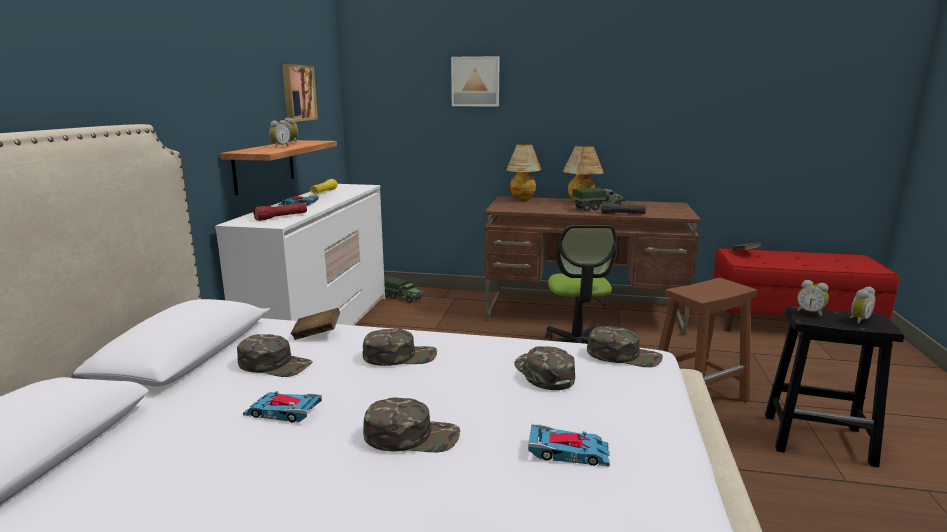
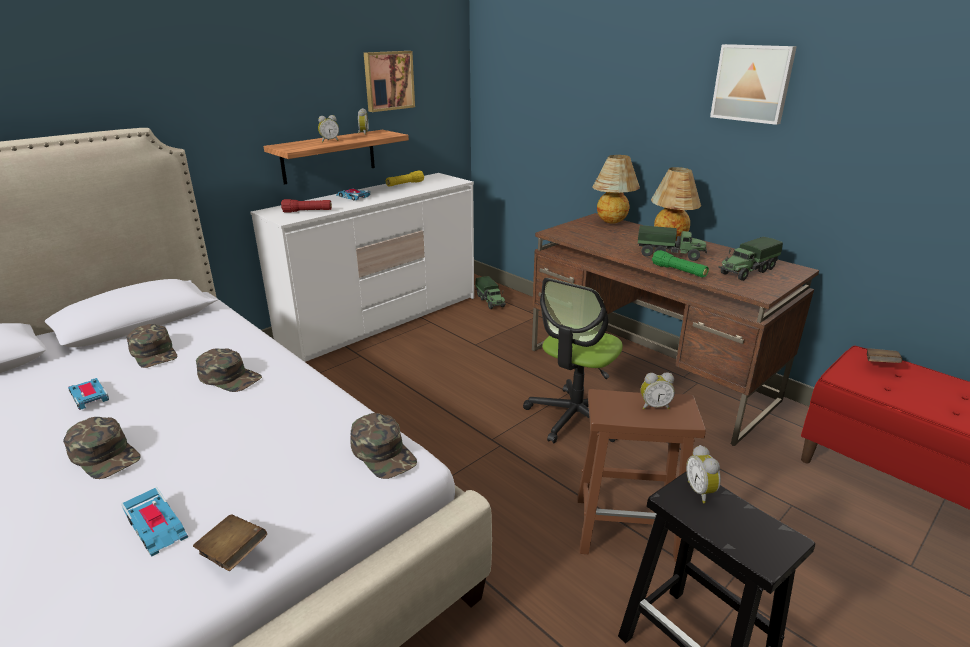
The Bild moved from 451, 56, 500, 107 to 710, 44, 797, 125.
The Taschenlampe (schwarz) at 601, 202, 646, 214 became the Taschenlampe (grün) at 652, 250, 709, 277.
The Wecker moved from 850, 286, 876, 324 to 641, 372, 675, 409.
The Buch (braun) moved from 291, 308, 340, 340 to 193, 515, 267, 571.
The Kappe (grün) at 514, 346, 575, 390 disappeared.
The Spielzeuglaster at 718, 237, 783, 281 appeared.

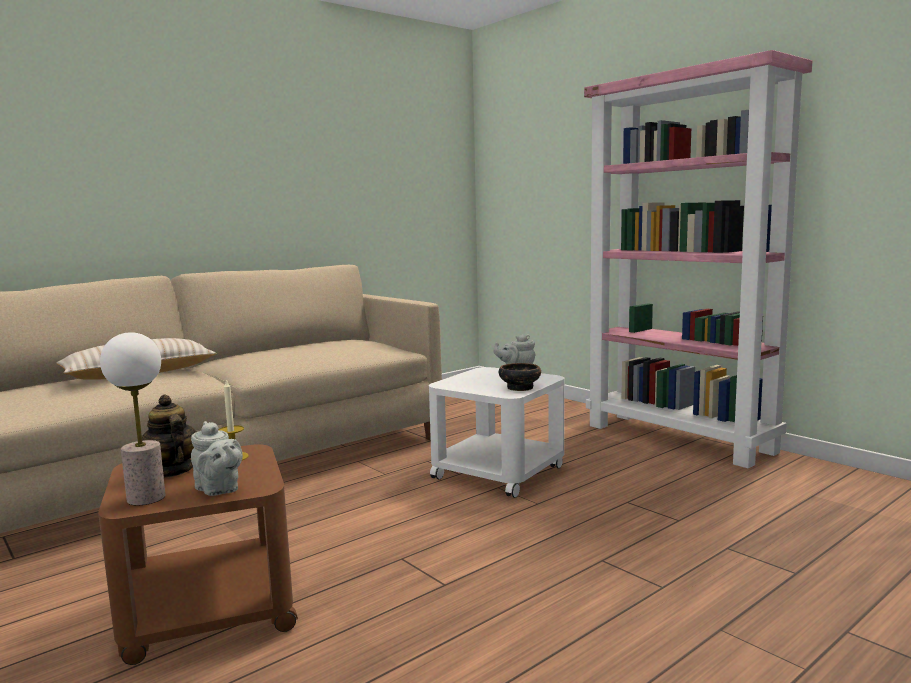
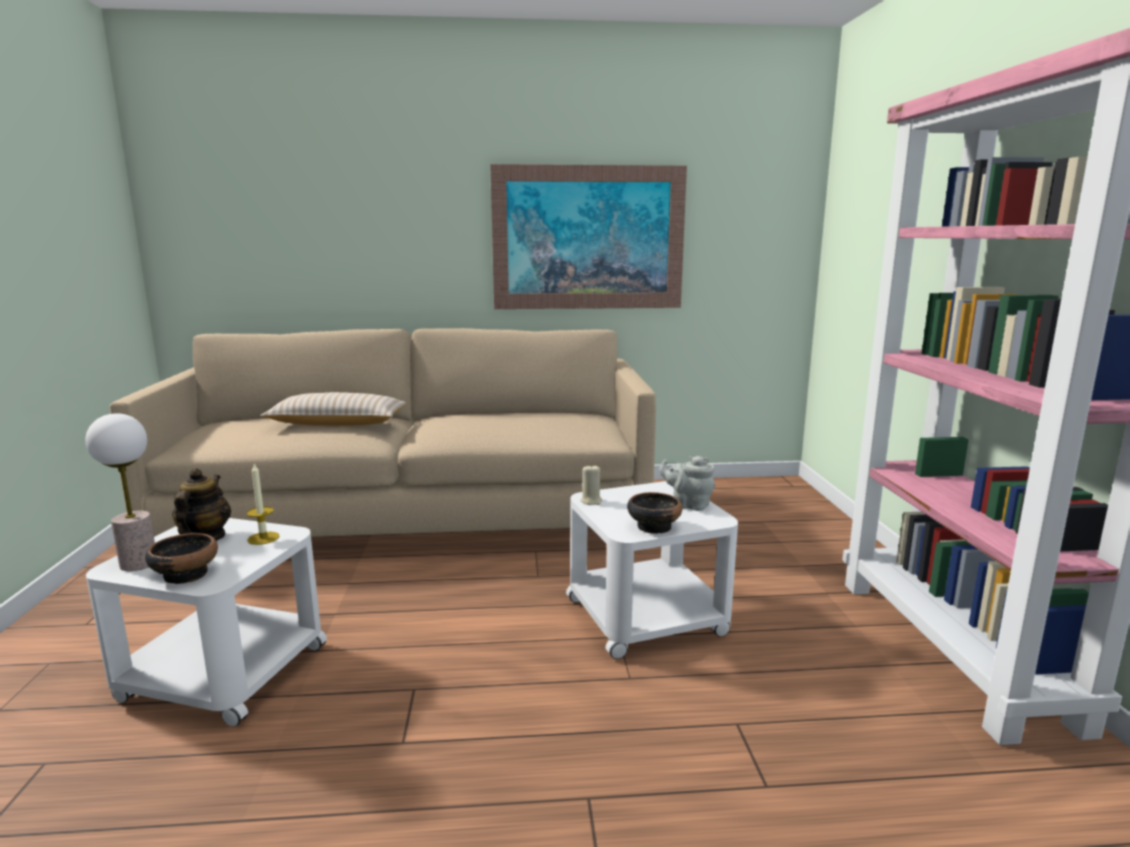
The Teekanne (grau) at 191, 421, 243, 496 was replaced by the Schüssel at 145, 533, 218, 584.
The Beistelltisch (braun) at 98, 444, 298, 665 became the Beistelltisch (weiß) at 86, 518, 327, 727.
The Bild at 490, 164, 687, 309 appeared.
The Kerze (beige) at 580, 464, 602, 505 appeared.

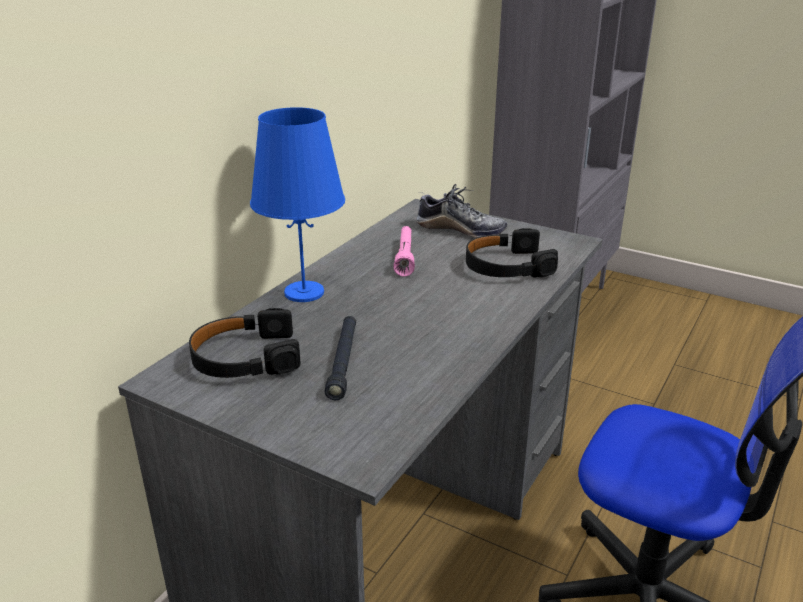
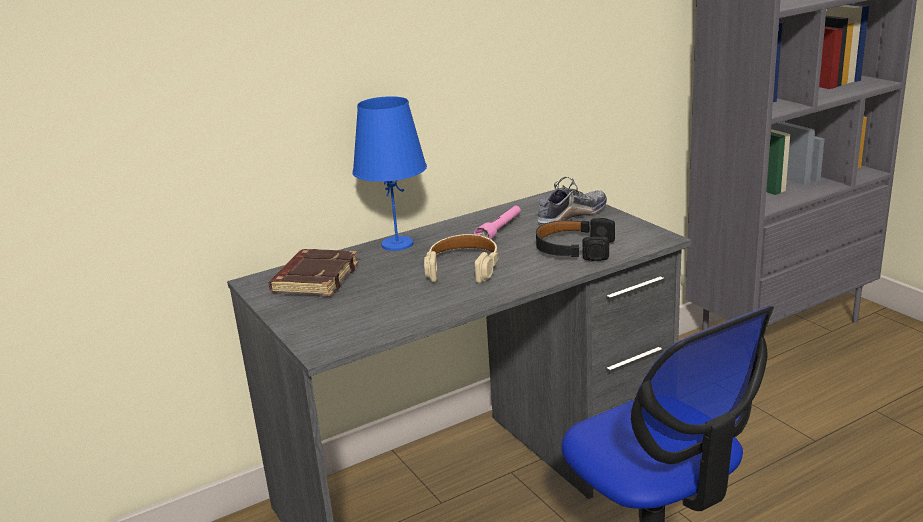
The Schuh at 417, 184, 507, 238 turned 90 degrees counterclockwise.
The Kopfhörer (schwarz) at 189, 308, 301, 378 was replaced by the Buch (braun) at 269, 249, 359, 296.
The Taschenlampe (schwarz) at 324, 316, 356, 400 disappeared.
The Kopfhörer (beige) at 424, 234, 498, 283 appeared.

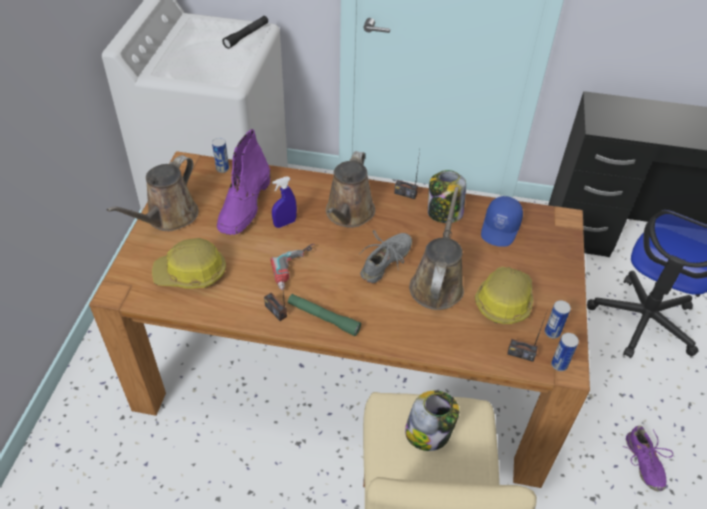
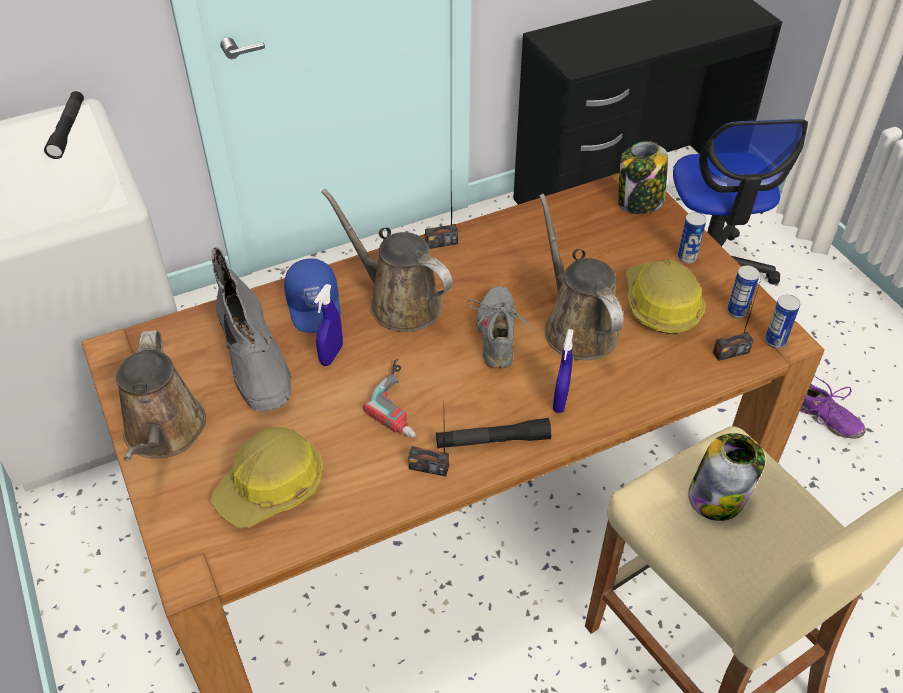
The Stiefel (lila) at 217, 129, 271, 235 became the Stiefel (grau) at 212, 247, 292, 412.
The Dose moved from 212, 138, 229, 173 to 677, 212, 706, 264.
The Gießkanne (braun) at 326, 151, 375, 228 turned 150 degrees clockwise.
The Vorratsglas moved from 428, 170, 466, 223 to 618, 141, 668, 214.
The Kappe (blau) moved from 481, 196, 523, 247 to 284, 259, 341, 333.
The Taschenlampe (grün) at 288, 294, 361, 336 became the Taschenlampe (schwarz) at 436, 418, 551, 448.
The Sprühflasche (blau) at 553, 329, 574, 413 appeared.

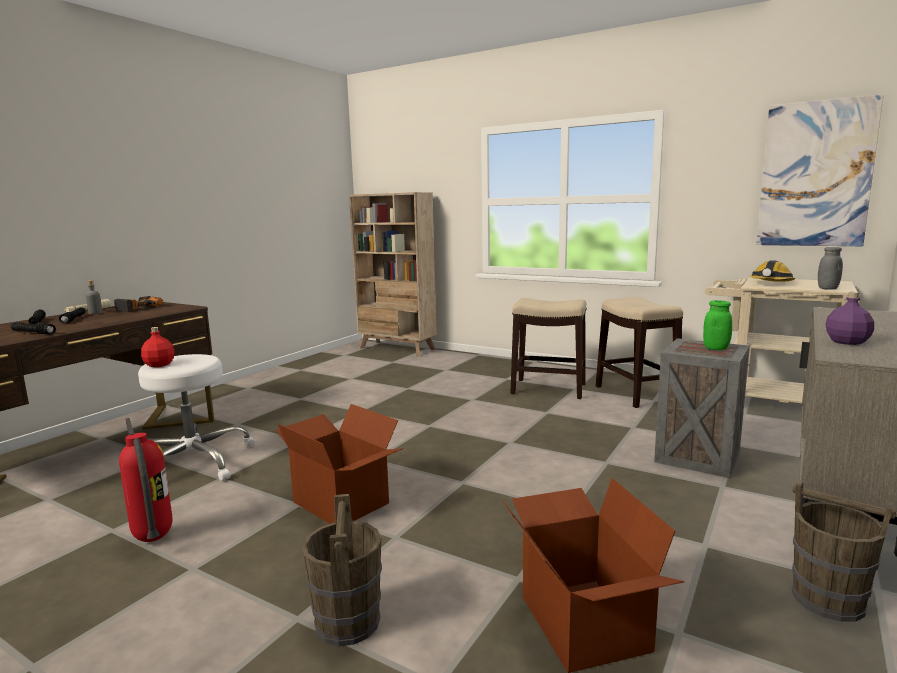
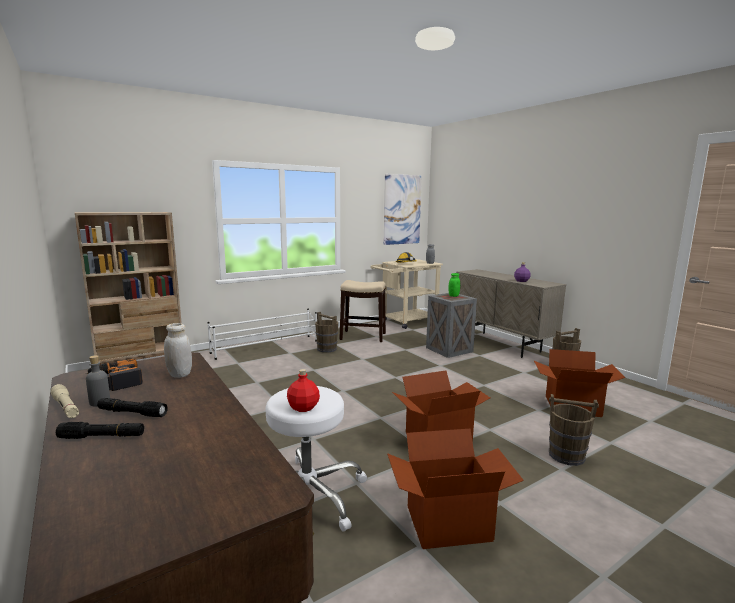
The Hocker at 510, 298, 587, 399 was replaced by the Eimer (braun) at 315, 312, 338, 353.
The Taschenlampe (schwarz) at 11, 322, 56, 334 disappeared.
The Feuerlöscher at 119, 418, 173, 542 was replaced by the Karton at 387, 429, 524, 549.
The Schuhregal (weiß) at 207, 309, 317, 360 appeared.
The Vorratsglas (weiß) at 164, 323, 192, 378 appeared.

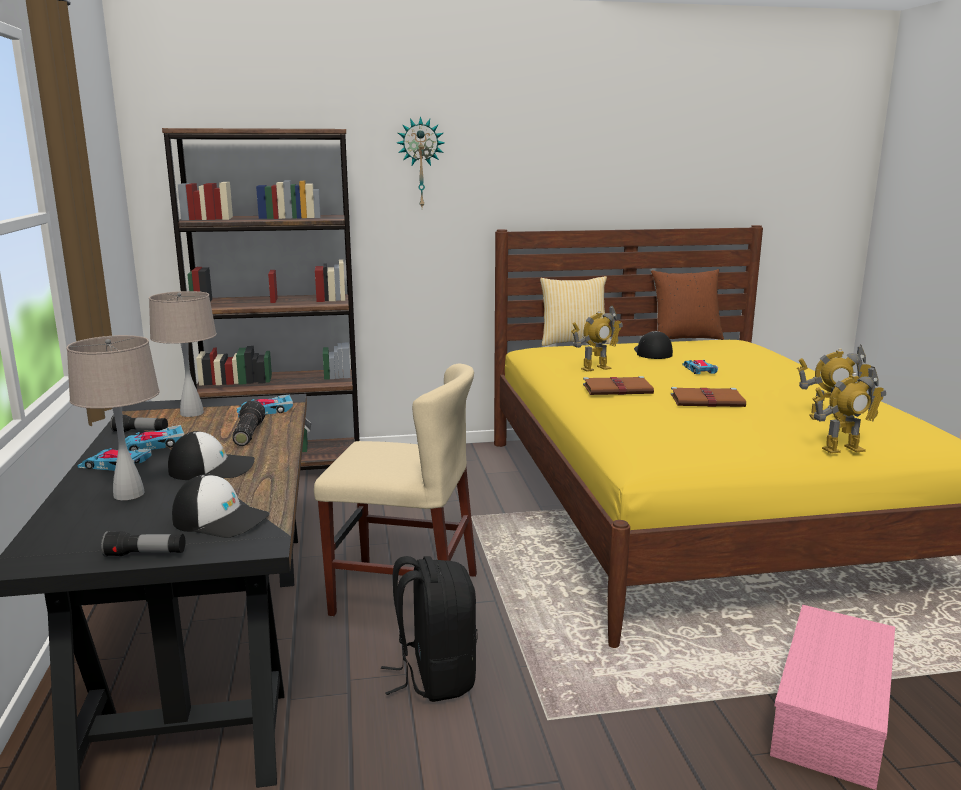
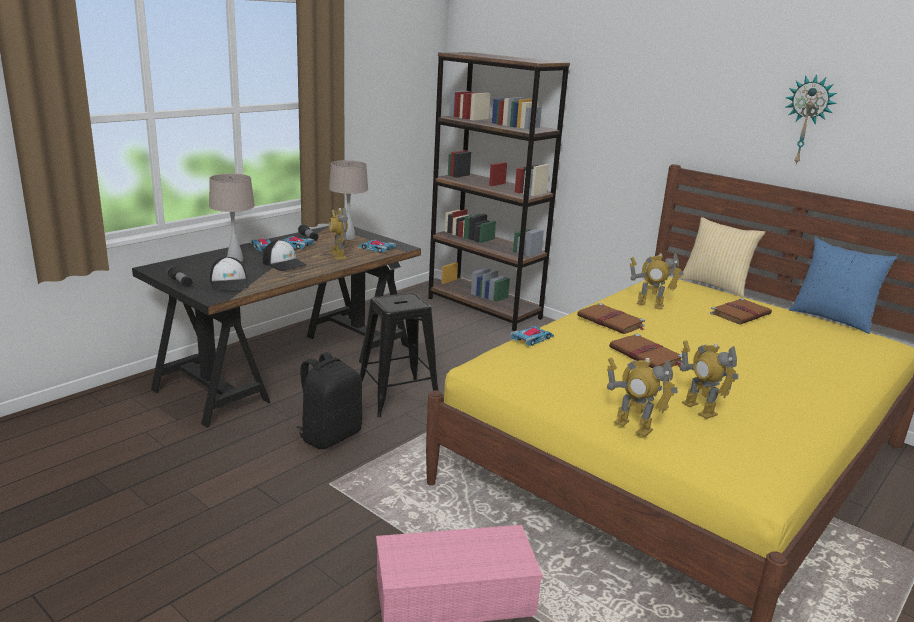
The Wanduhr moved from 397, 116, 445, 207 to 785, 74, 837, 165.
The Kissen (braun) at 651, 269, 724, 340 became the Kissen (blau) at 789, 238, 897, 334.
The Kappe at 634, 331, 673, 359 was replaced by the Buch (braun) at 710, 298, 772, 324.
The Spielzeugauto moved from 683, 360, 718, 374 to 511, 326, 554, 346.
The Stuhl (beige) at 314, 363, 477, 616 was replaced by the Hocker (schwarz) at 360, 293, 438, 417.
The Taschenlampe at 232, 400, 265, 446 was replaced by the Spielzeugroboter at 329, 208, 348, 260.

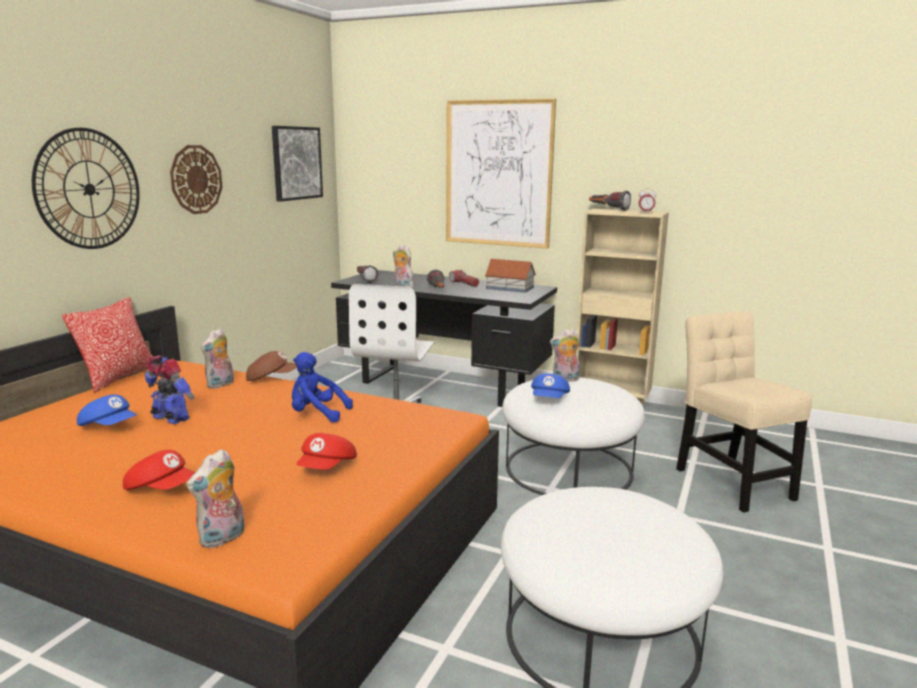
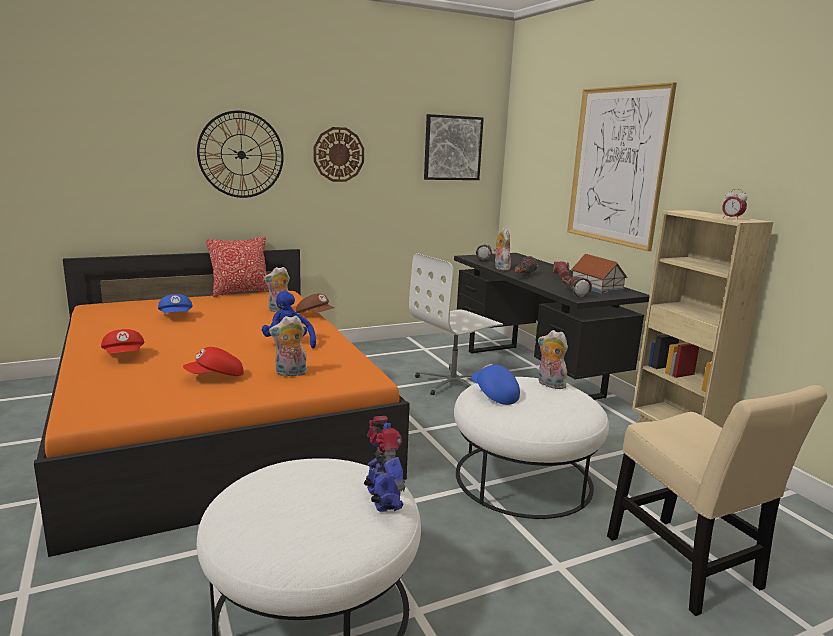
The Taschenlampe moved from 589, 191, 631, 211 to 562, 276, 592, 298.
The Stuhl (beige) at 676, 311, 812, 512 turned 135 degrees clockwise.
The Spielzeugroboter moved from 145, 355, 194, 424 to 364, 416, 405, 512.
The Kappe (blau) at 531, 374, 570, 398 turned 90 degrees clockwise.
The Plüschtier moved from 186, 449, 245, 548 to 269, 315, 307, 376.

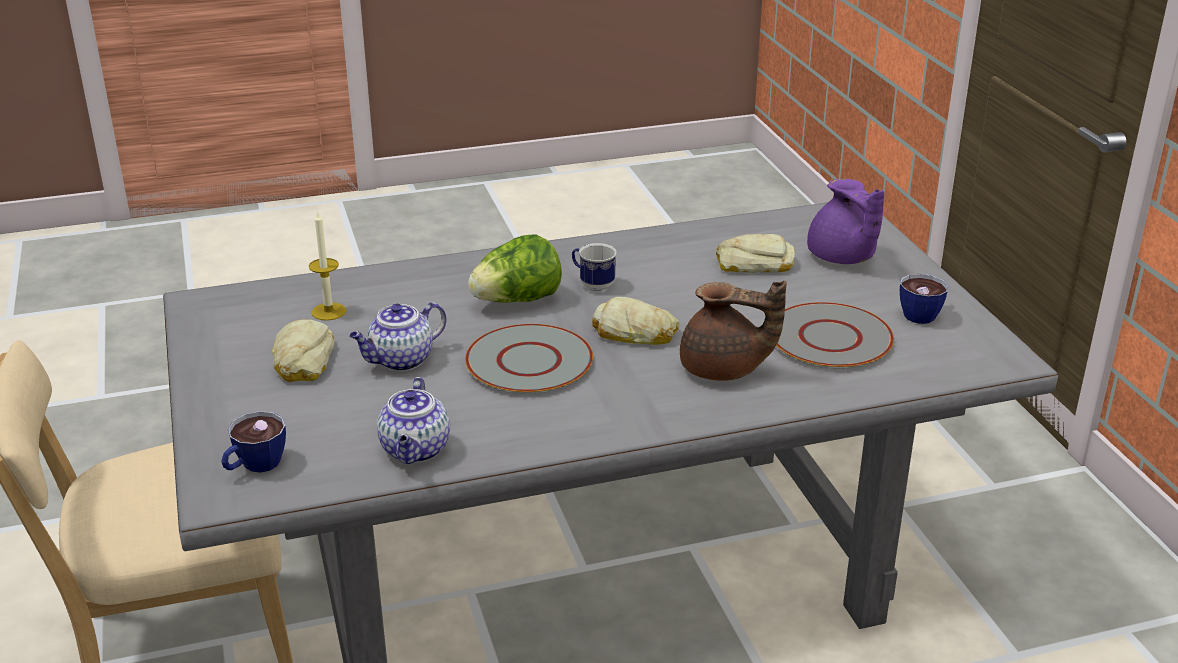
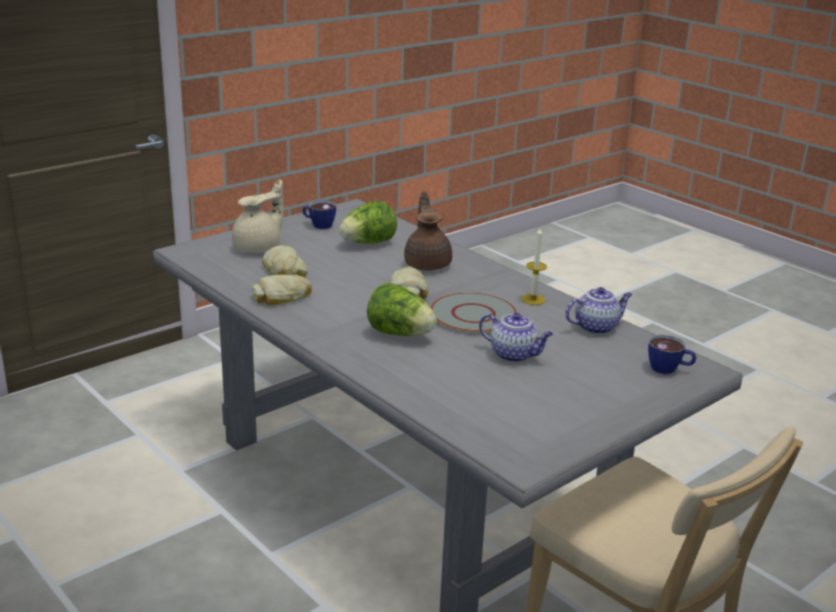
The Teekanne (lila) at 807, 179, 884, 264 became the Teekanne (beige) at 232, 180, 284, 253.
The Kerze moved from 309, 210, 346, 321 to 522, 228, 547, 305.
The Henkelbecher at 572, 243, 617, 291 disappeared.
The Teller (grau) at 776, 302, 894, 369 was replaced by the Salatkopf at 339, 201, 397, 244.
The Brot moved from 272, 319, 334, 382 to 252, 275, 312, 306.

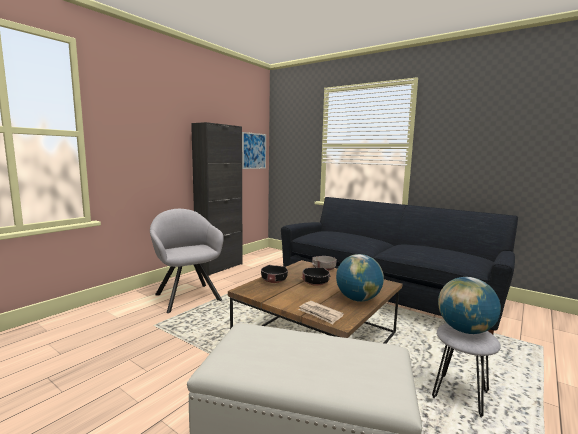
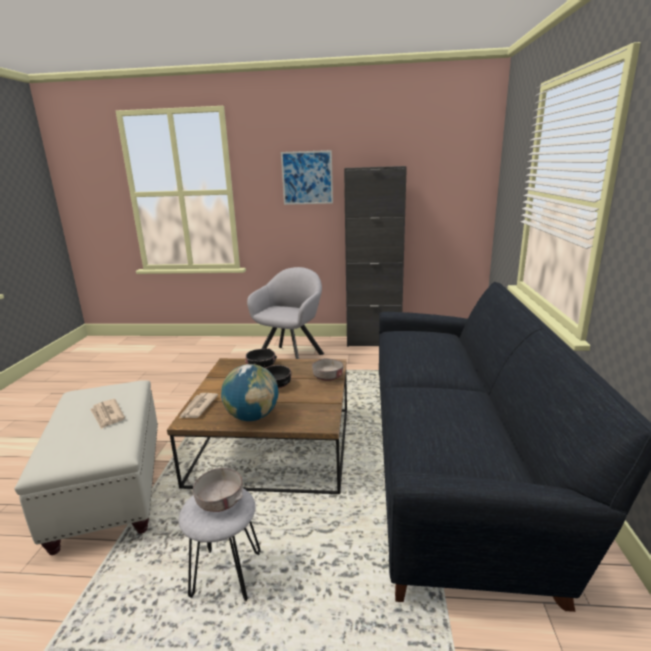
The Bild moved from 242, 132, 266, 169 to 281, 150, 333, 205.
The Globus at 438, 277, 501, 334 was replaced by the Schüssel (grau) at 193, 468, 243, 512.
The Zeitung at 90, 399, 125, 429 appeared.

